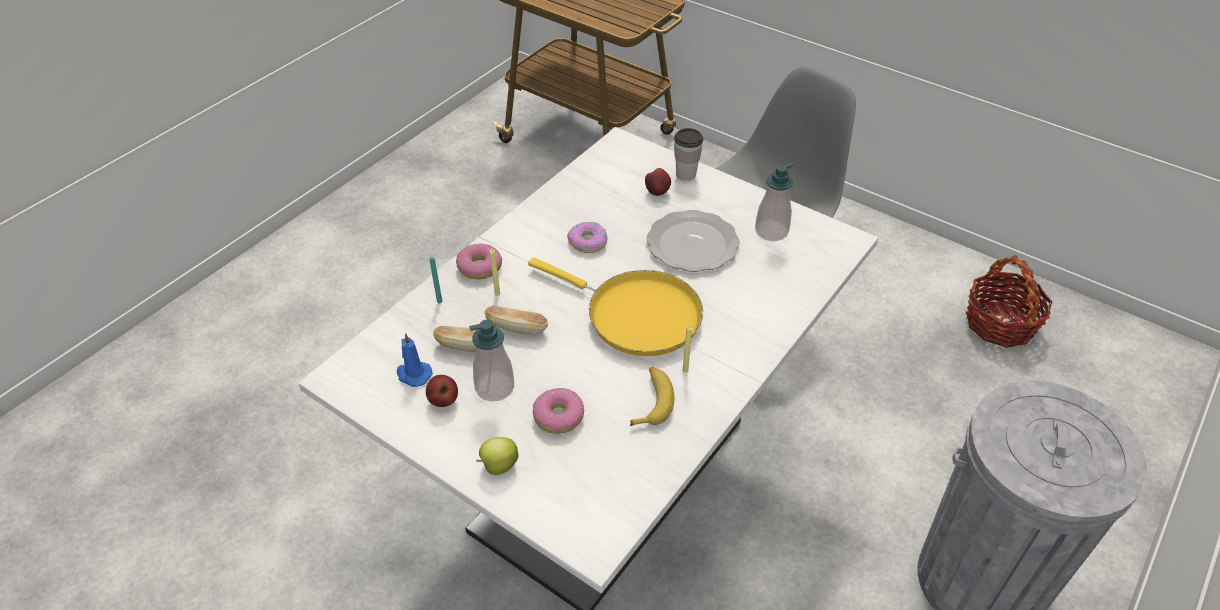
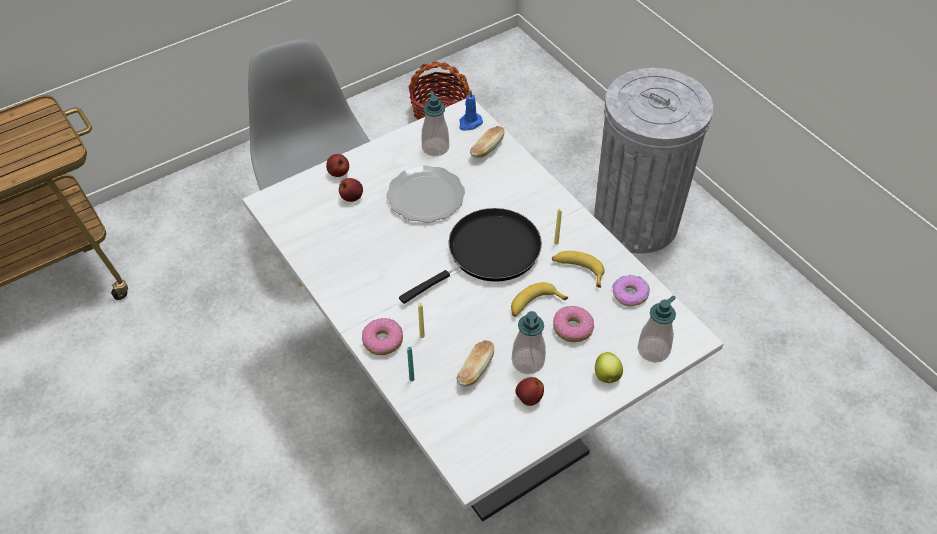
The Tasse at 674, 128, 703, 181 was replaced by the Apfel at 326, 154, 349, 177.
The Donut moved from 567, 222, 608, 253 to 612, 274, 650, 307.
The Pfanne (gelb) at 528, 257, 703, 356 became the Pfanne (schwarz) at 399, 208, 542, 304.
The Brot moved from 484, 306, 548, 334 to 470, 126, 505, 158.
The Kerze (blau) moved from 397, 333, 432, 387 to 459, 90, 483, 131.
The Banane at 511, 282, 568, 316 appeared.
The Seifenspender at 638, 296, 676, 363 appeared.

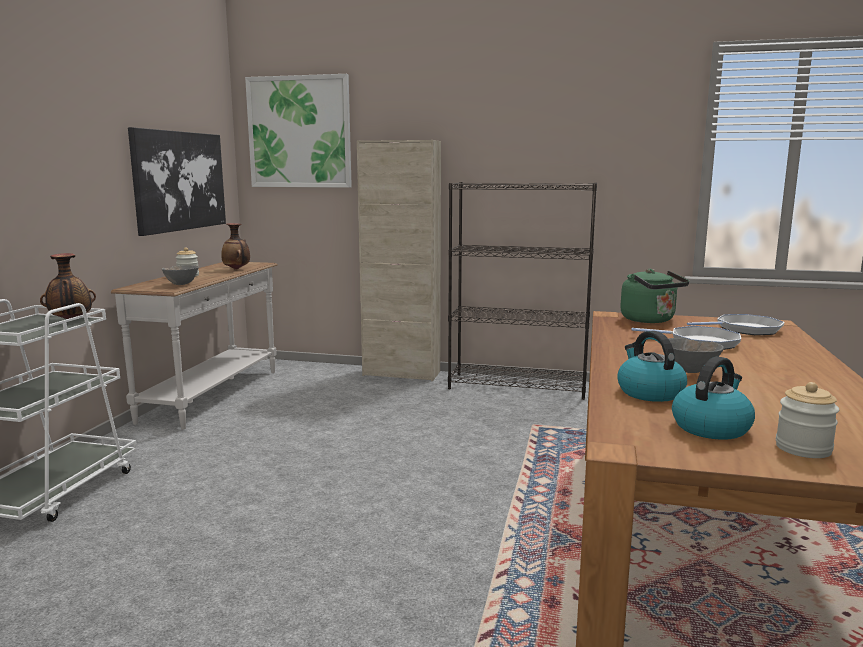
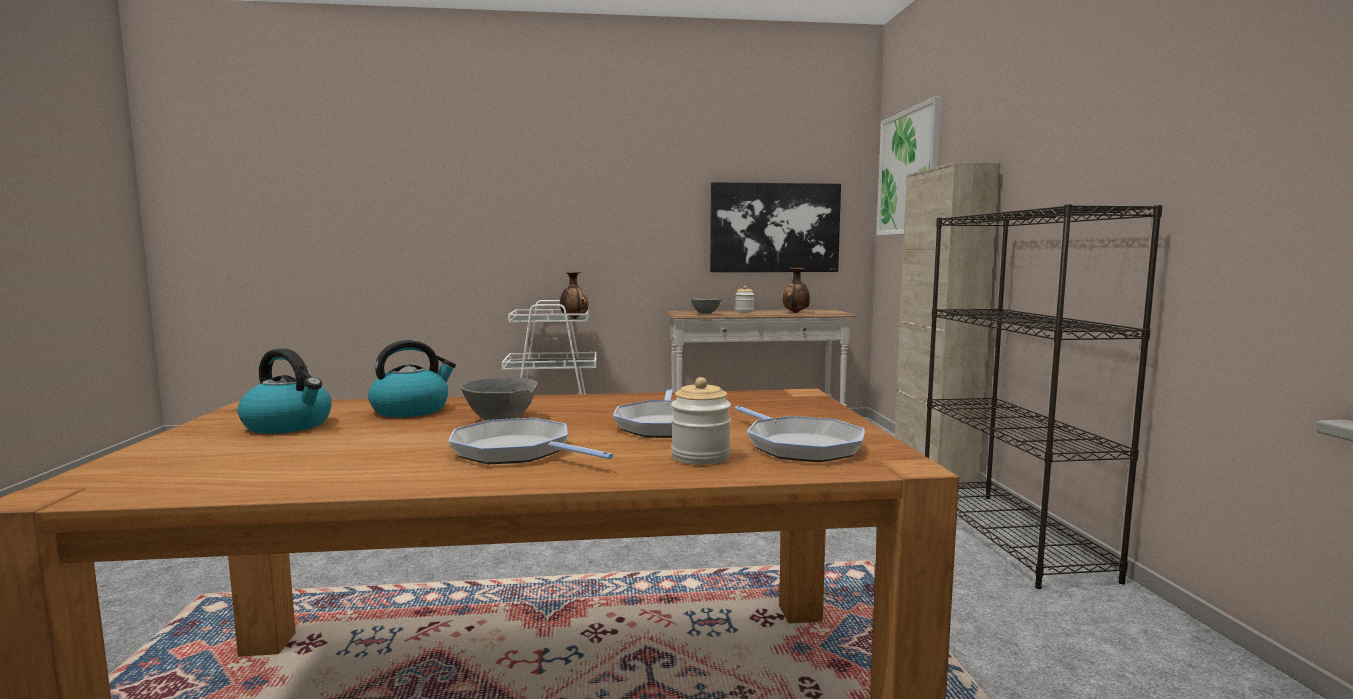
The Wasserkessel (grün) at 620, 269, 689, 323 disappeared.
The Vorratsglas moved from 776, 382, 839, 458 to 671, 377, 731, 465.
The Pfanne at 449, 418, 614, 464 appeared.

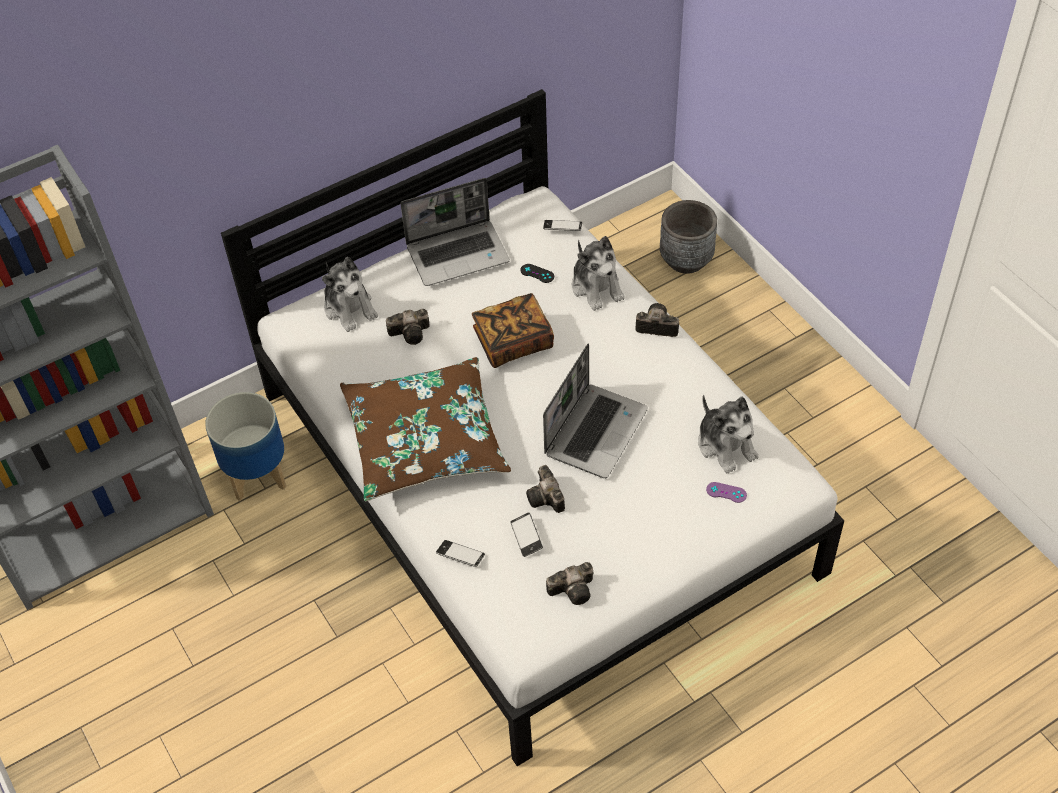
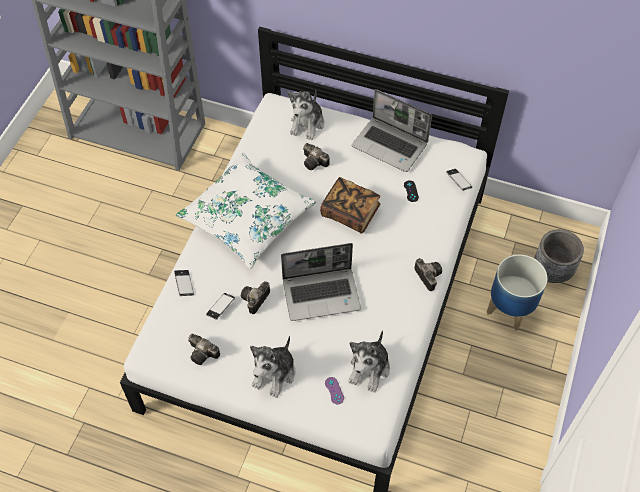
The Plüschtier moved from 571, 236, 625, 311 to 250, 336, 296, 398.
The Kissen (braun) at 340, 357, 511, 501 became the Kissen (weiß) at 176, 153, 316, 269.
The Pflanzkübel moved from 205, 392, 286, 501 to 487, 254, 548, 331.

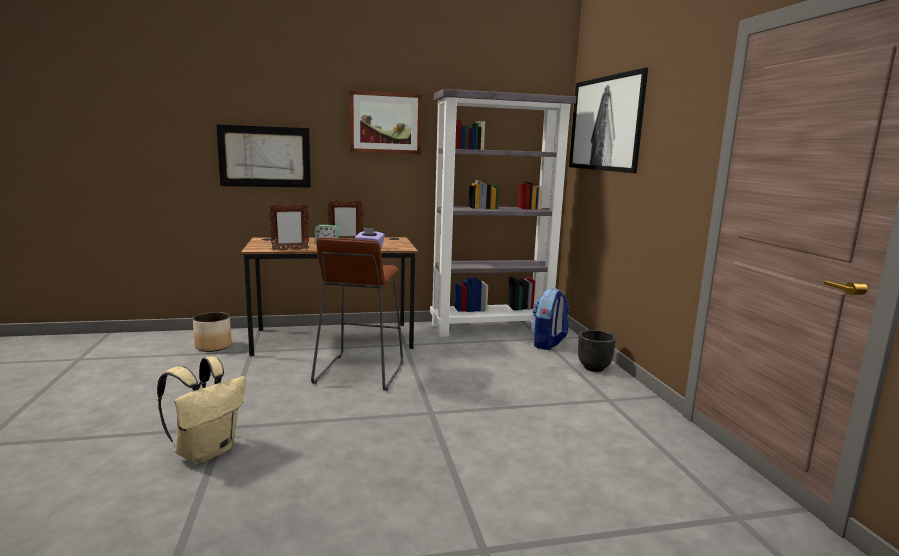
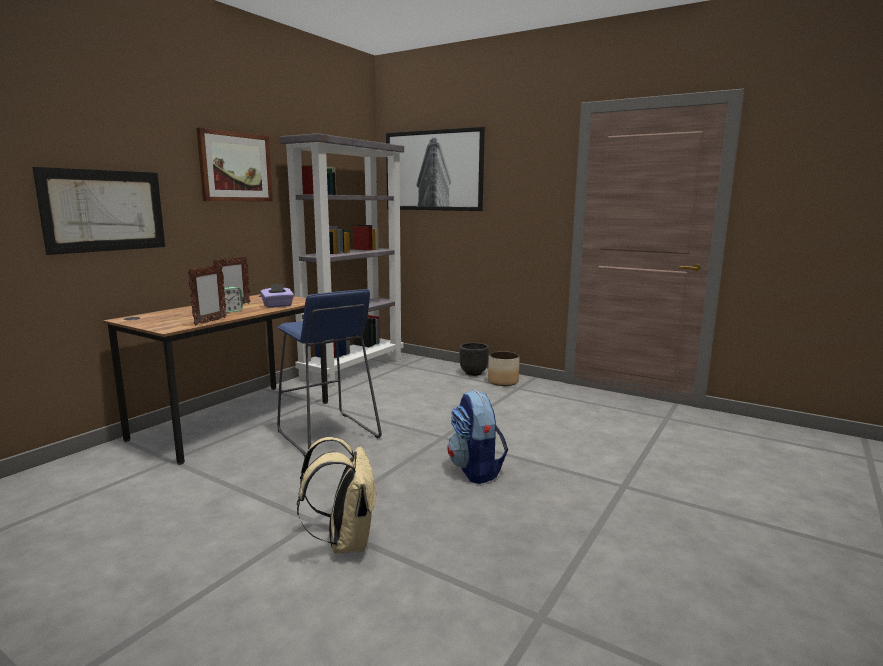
The Hocker (braun) at 311, 237, 403, 391 became the Hocker (blau) at 277, 289, 382, 457.
The Rucksack moved from 530, 288, 570, 350 to 447, 390, 508, 484.
The Pflanzkübel moved from 193, 312, 232, 352 to 488, 351, 520, 386.

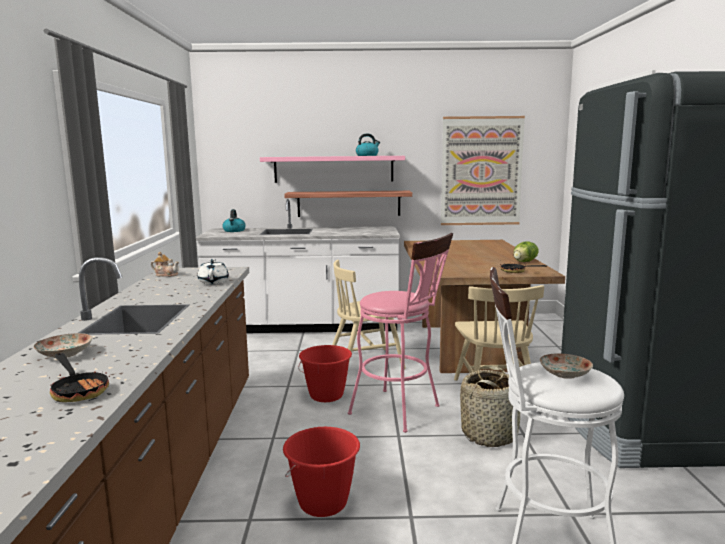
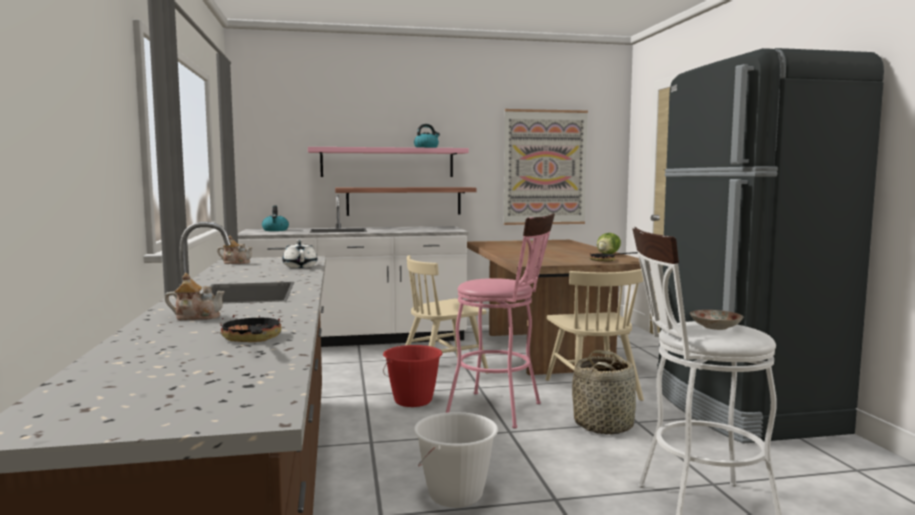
The Teller at 34, 333, 93, 358 was replaced by the Teekanne at 165, 273, 225, 320.
The Pfanne at 49, 353, 110, 402 turned 150 degrees counterclockwise.
The Eimer (rot) at 283, 427, 360, 517 became the Eimer (weiß) at 414, 412, 498, 508.

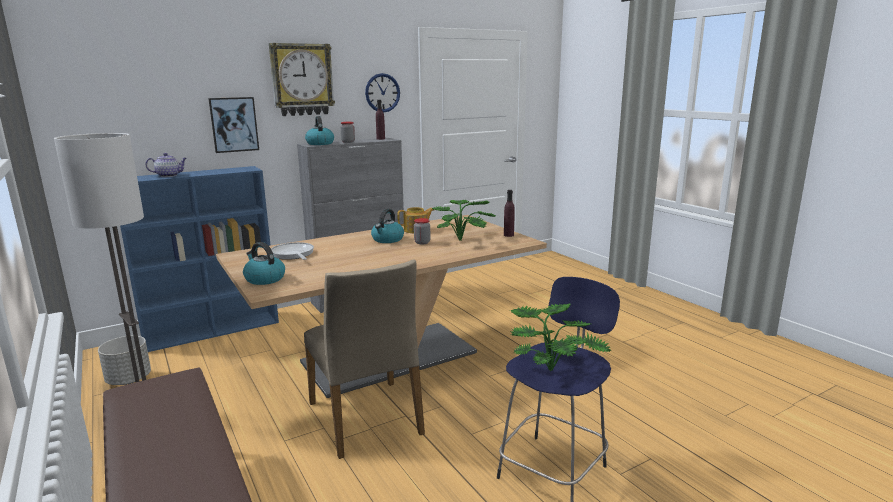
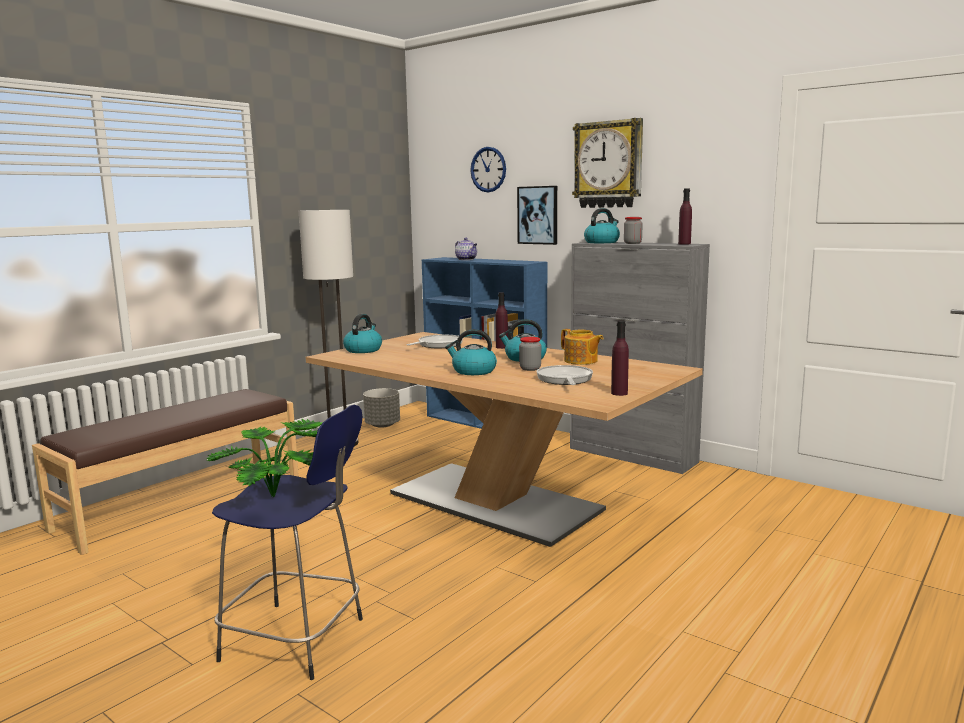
The Wanduhr moved from 365, 73, 400, 112 to 470, 147, 506, 192.
The Topfpflanze at 432, 200, 495, 241 was replaced by the Pfanne at 537, 365, 593, 385.
The Stuhl (beige) at 304, 259, 425, 459 disappeared.
The Flasche (lila) at 496, 292, 508, 349 appeared.
The Wasserkessel at 445, 329, 497, 375 appeared.

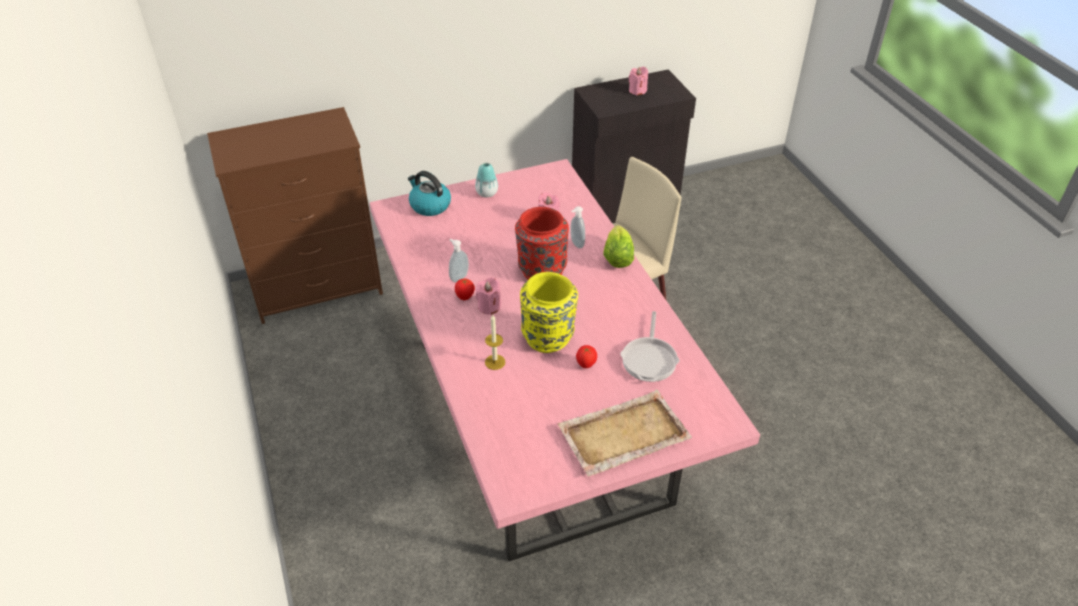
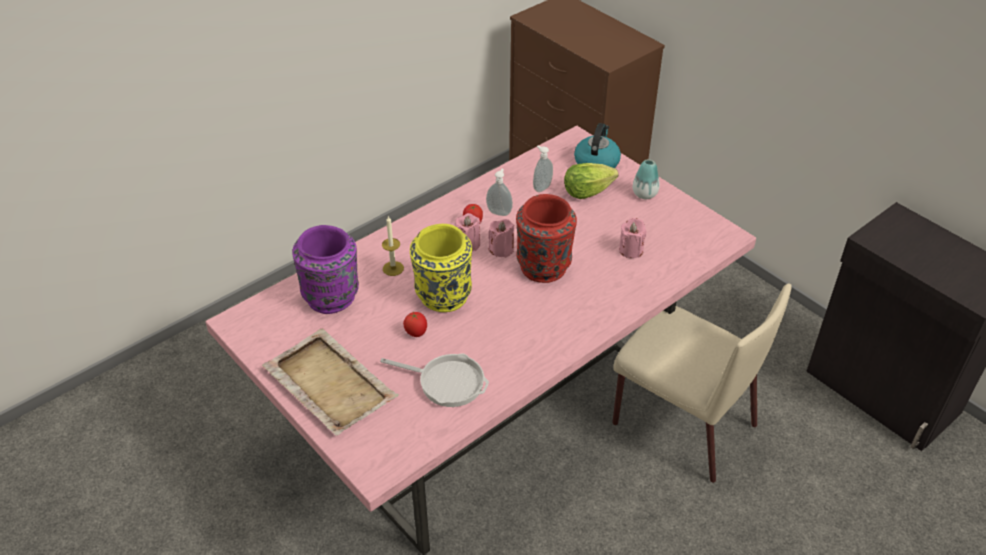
The Kerze (rosa) moved from 629, 67, 648, 95 to 488, 219, 514, 257.
The Seifenspender moved from 570, 206, 585, 248 to 533, 145, 553, 192.
The Salatkopf moved from 603, 225, 634, 268 to 564, 163, 618, 199.
The Pfanne at 620, 311, 680, 382 turned 150 degrees counterclockwise.
The Vase (lila) at 292, 225, 359, 314 appeared.

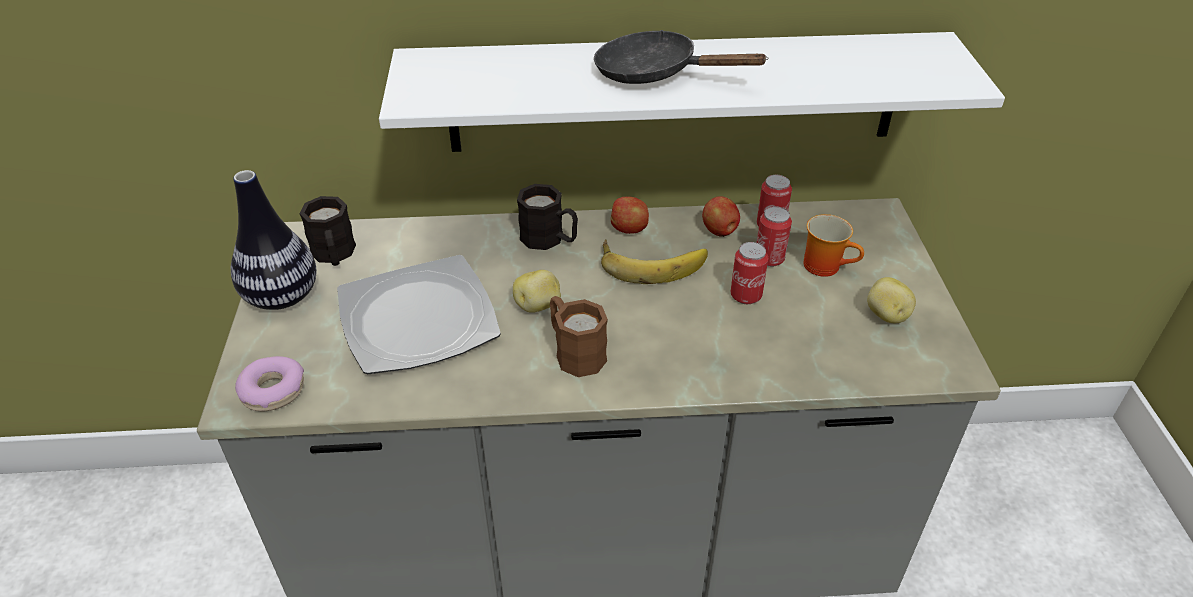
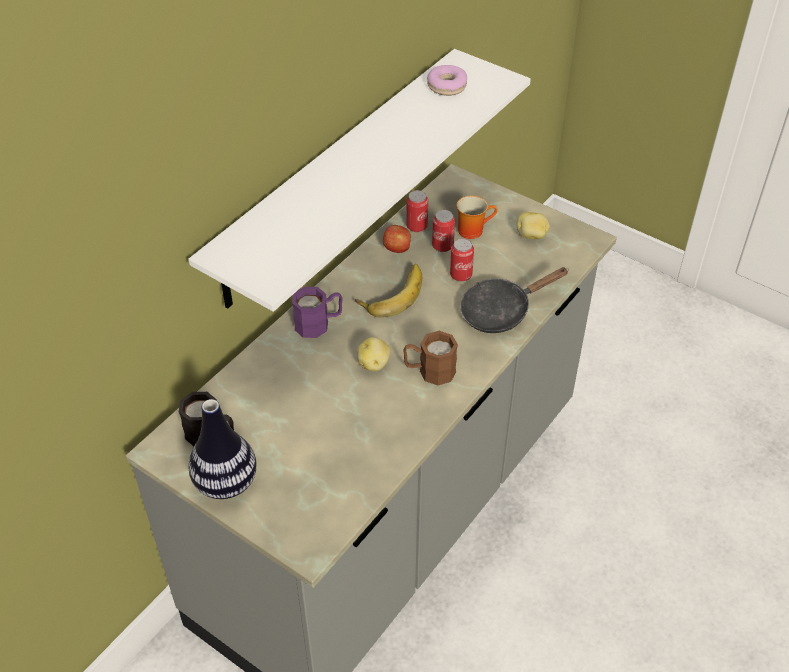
The Pfanne (schwarz) moved from 594, 30, 769, 84 to 460, 267, 569, 333.
The Henkelbecher (schwarz) at 517, 184, 578, 250 became the Henkelbecher (lila) at 292, 286, 342, 338.
The Apfel at 611, 197, 649, 234 disappeared.
The Teller at 337, 255, 501, 374 disappeared.
The Donut moved from 235, 356, 304, 412 to 427, 65, 467, 96.

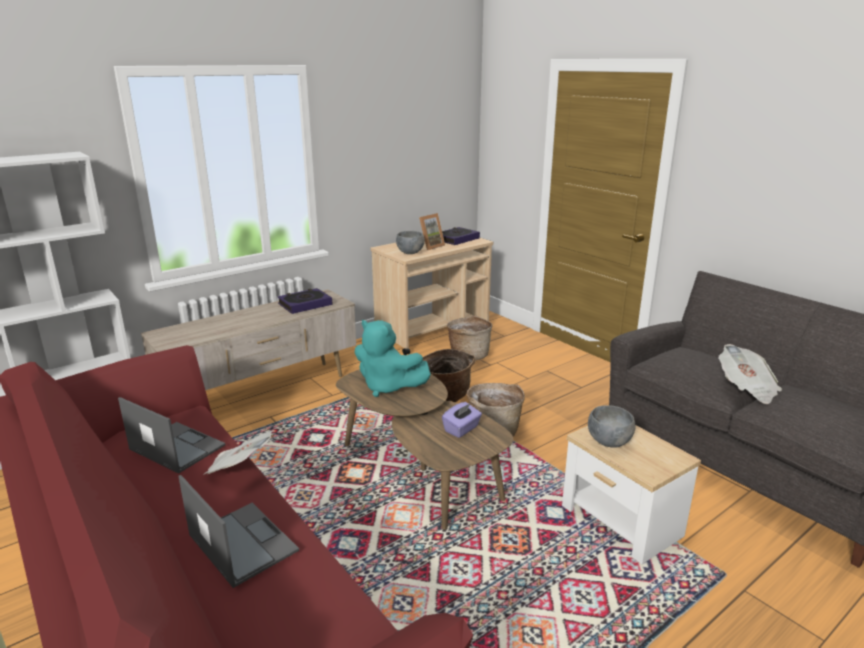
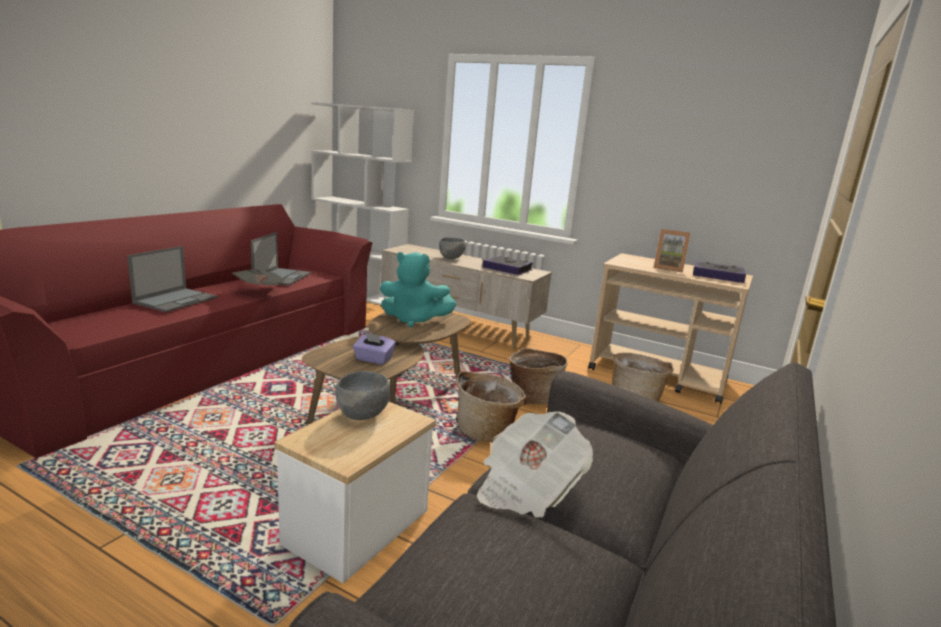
The Schüssel (grau) moved from 396, 231, 425, 254 to 439, 237, 466, 259.
The Plüschtier (türkis) at 354, 320, 431, 397 turned 90 degrees counterclockwise.

